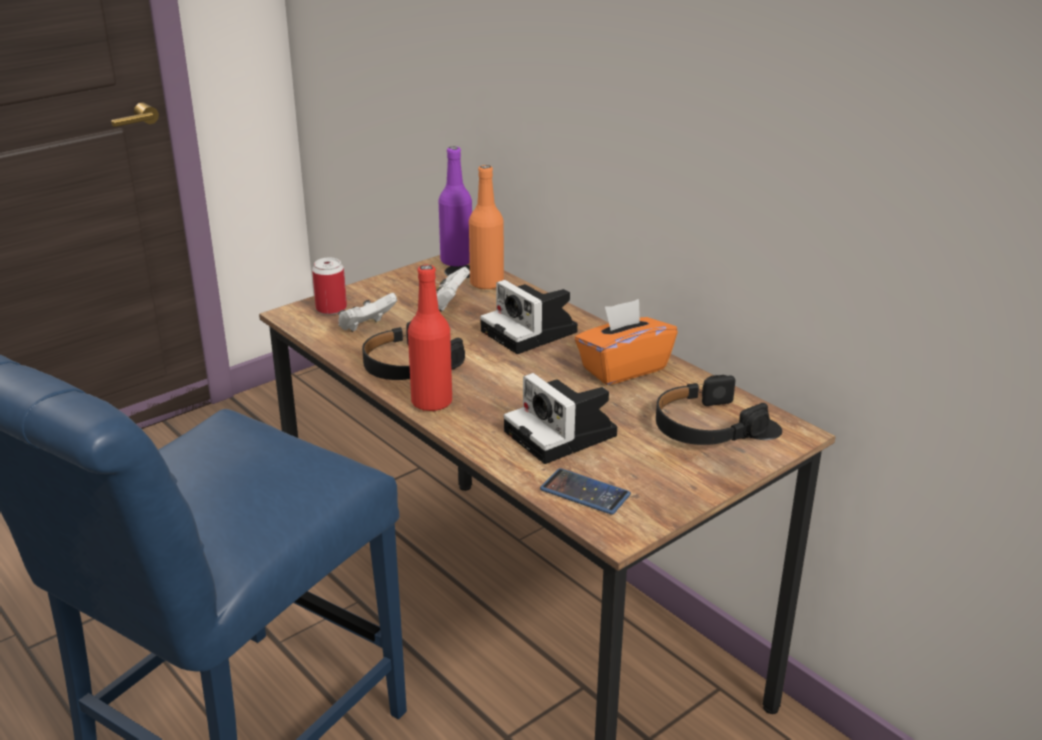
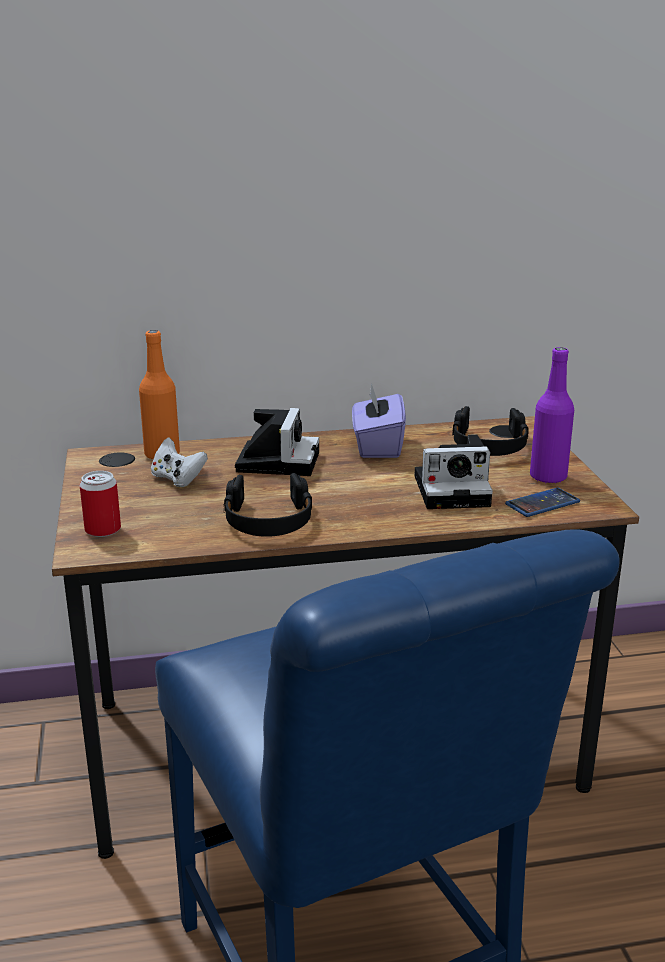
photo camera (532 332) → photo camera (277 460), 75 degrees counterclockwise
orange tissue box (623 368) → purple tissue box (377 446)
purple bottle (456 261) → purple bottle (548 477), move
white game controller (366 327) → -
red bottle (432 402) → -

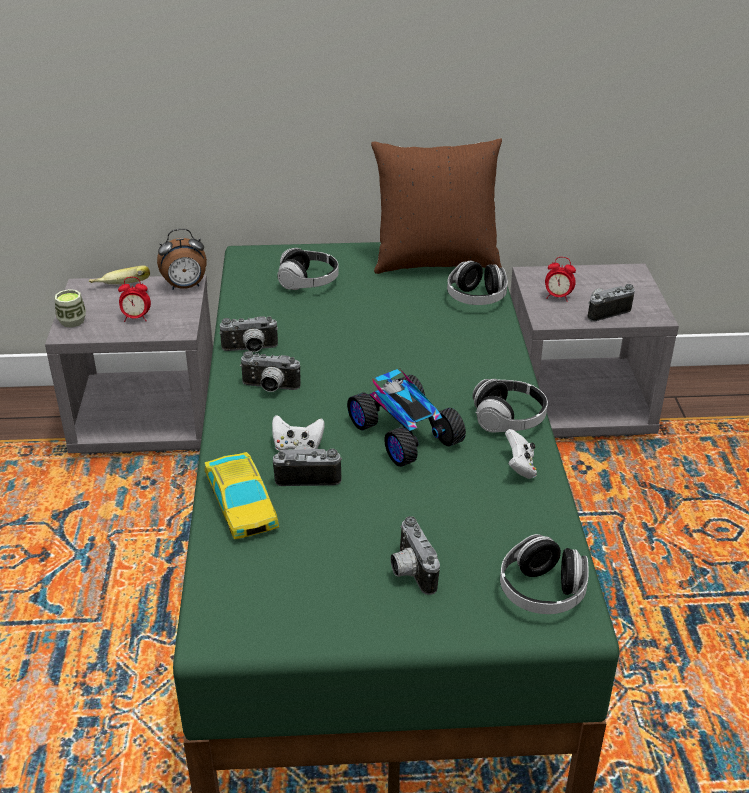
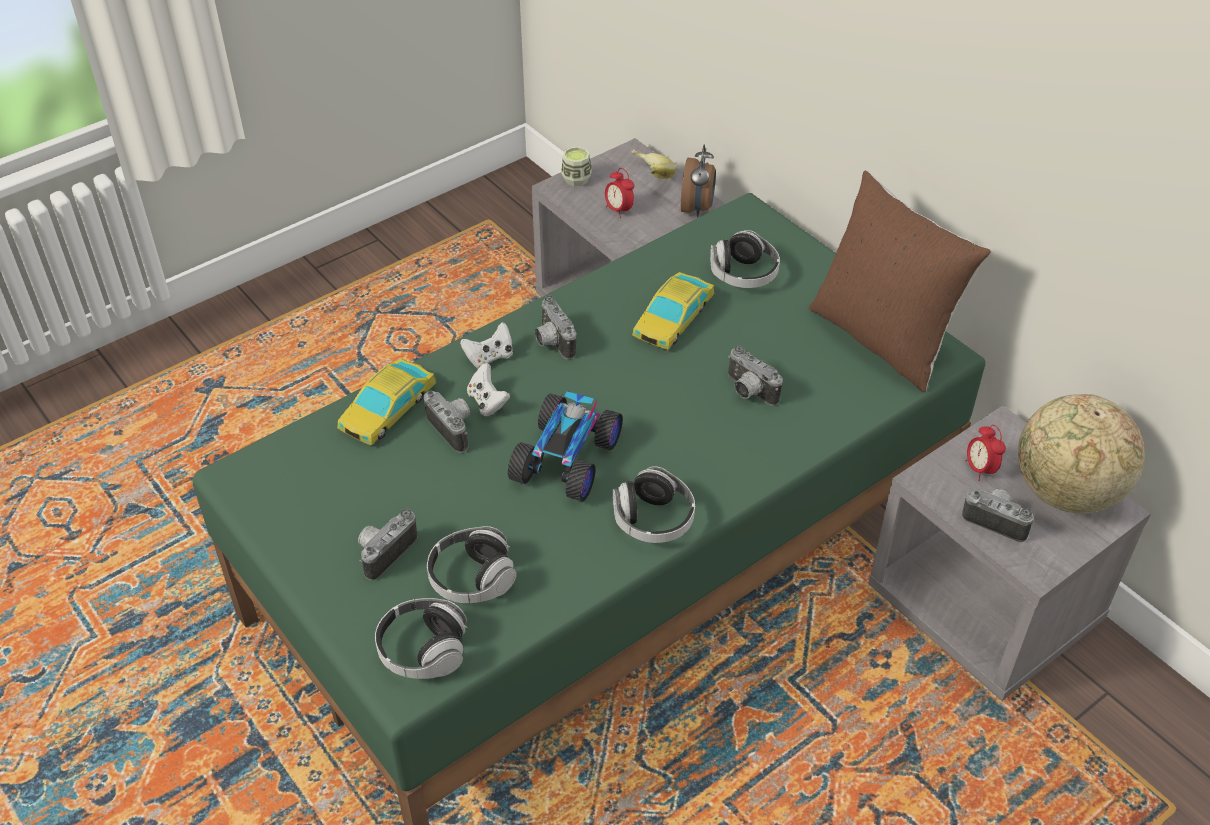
headphones (476 298) → headphones (472 579), move
white game controller (520 467) → white game controller (489 357), move
- → toy car (673 318)
alarm clock (185 287) → alarm clock (697 208), 120 degrees counterclockwise
photo camera (250 350) → photo camera (748 392), move
- → globe (1065 493)

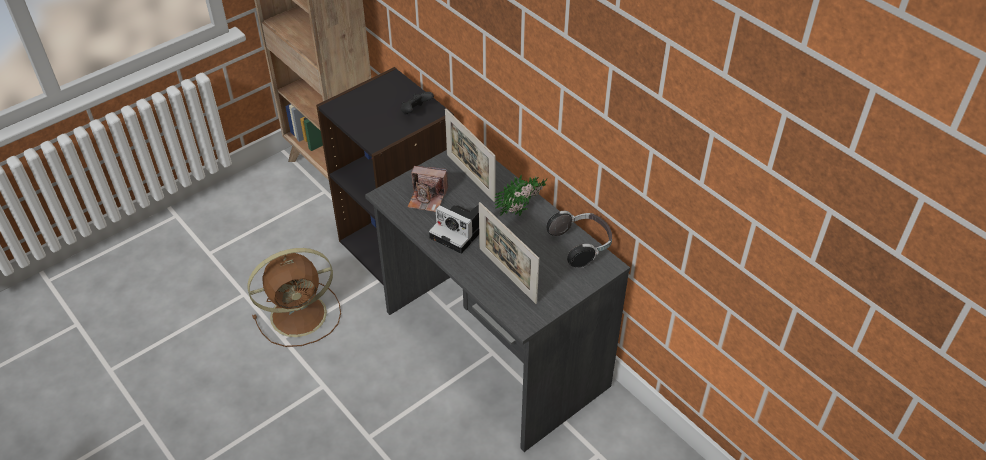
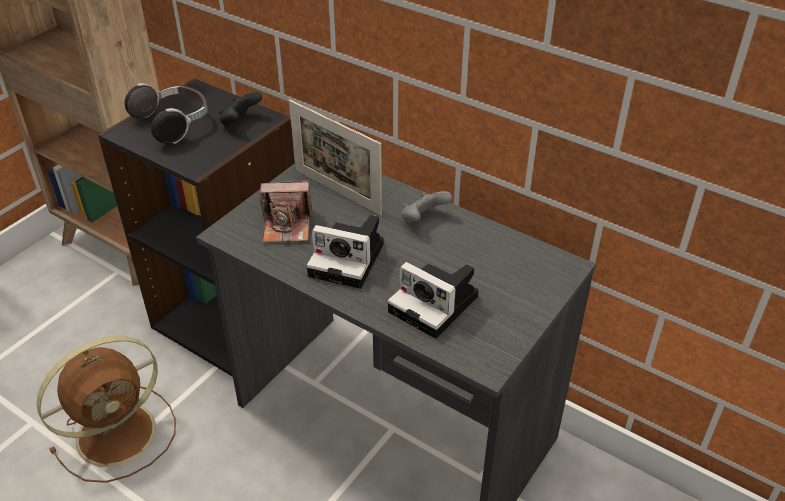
headphones (581 245) → headphones (173 124), move
picture frame (507 275) → photo camera (437 305)
potted plant (522 211) → grey game controller (423 220)

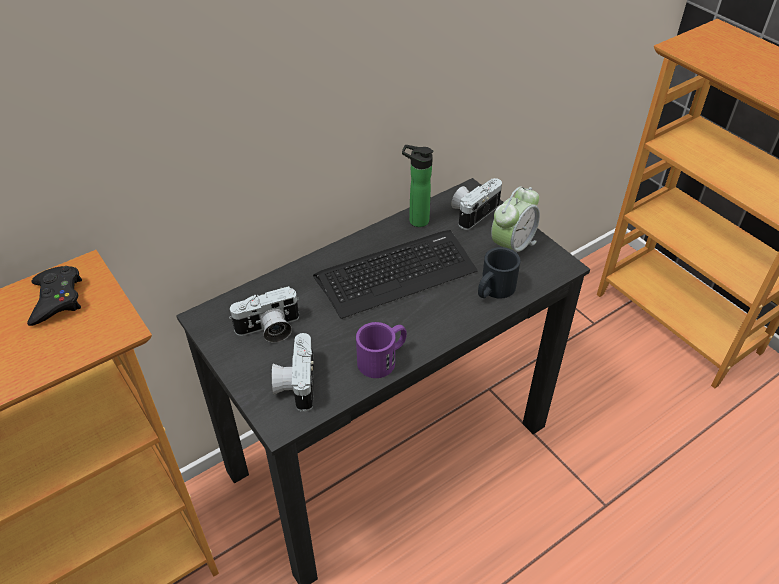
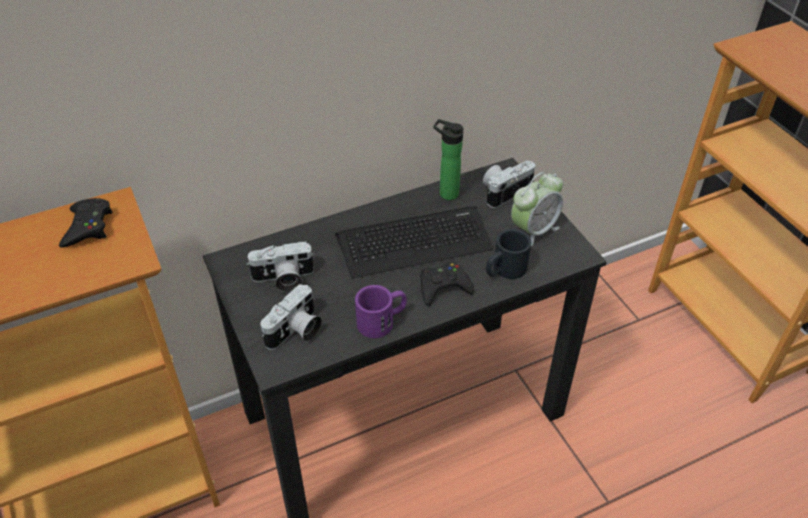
photo camera (295 383) → photo camera (296 332), 150 degrees counterclockwise
- → black game controller (443 287)

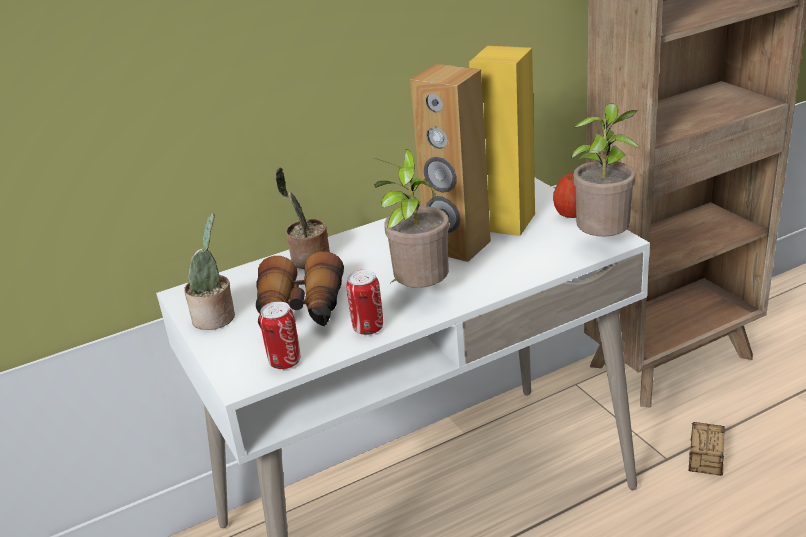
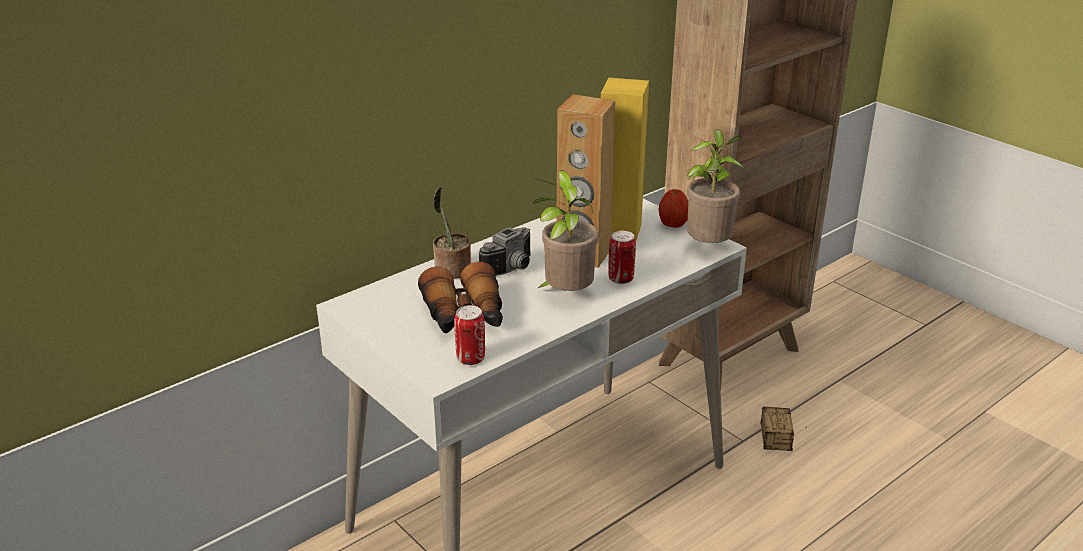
- → photo camera (512 269)
can (368 328) → can (621 279), move
potted plant (216 318) → -

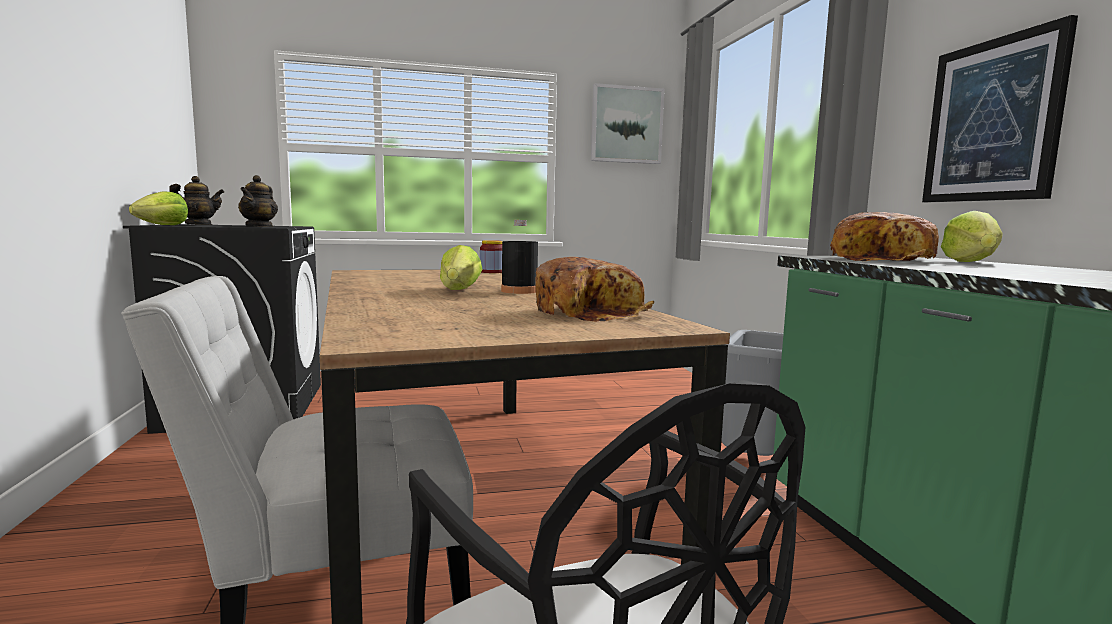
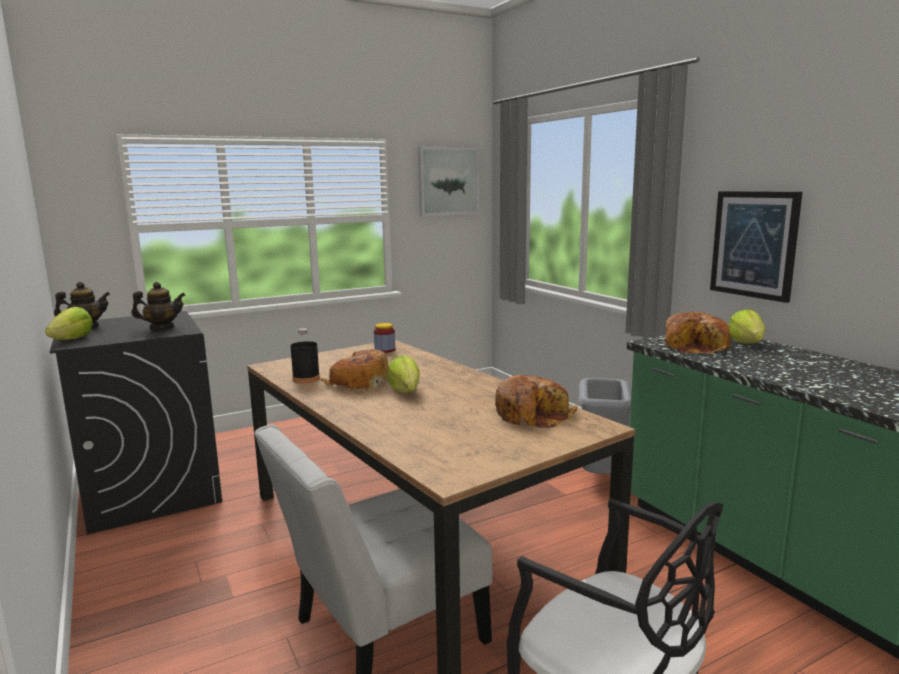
teapot (260 226) → teapot (162 328), 90 degrees counterclockwise
black bottle (519 291) → black bottle (306 379), move
- → bread (358 382)

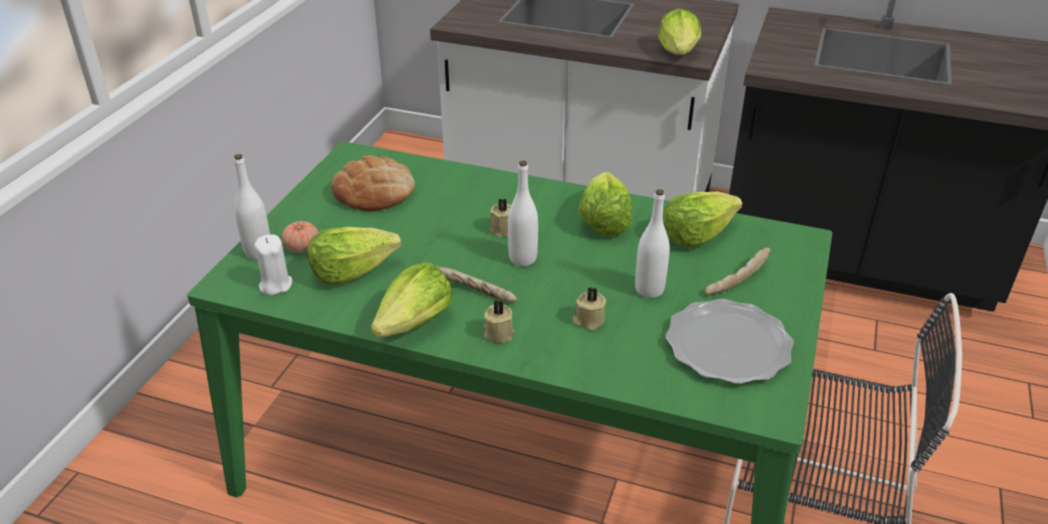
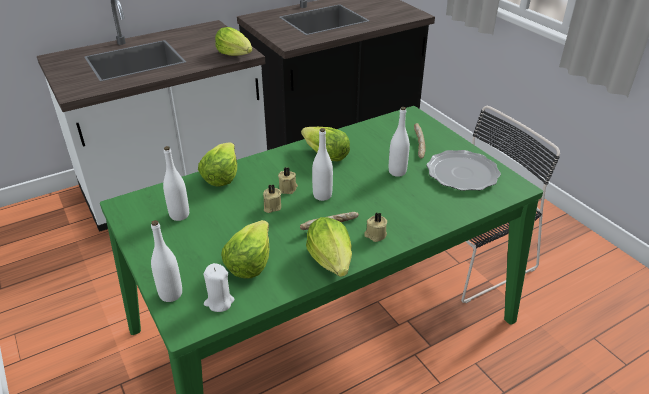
bread (374 192) → white bottle (179 215)
lettuce (696 234) → lettuce (221 176), move
beige candle (588 320) → beige candle (271 207), move
tomato (302 247) → -

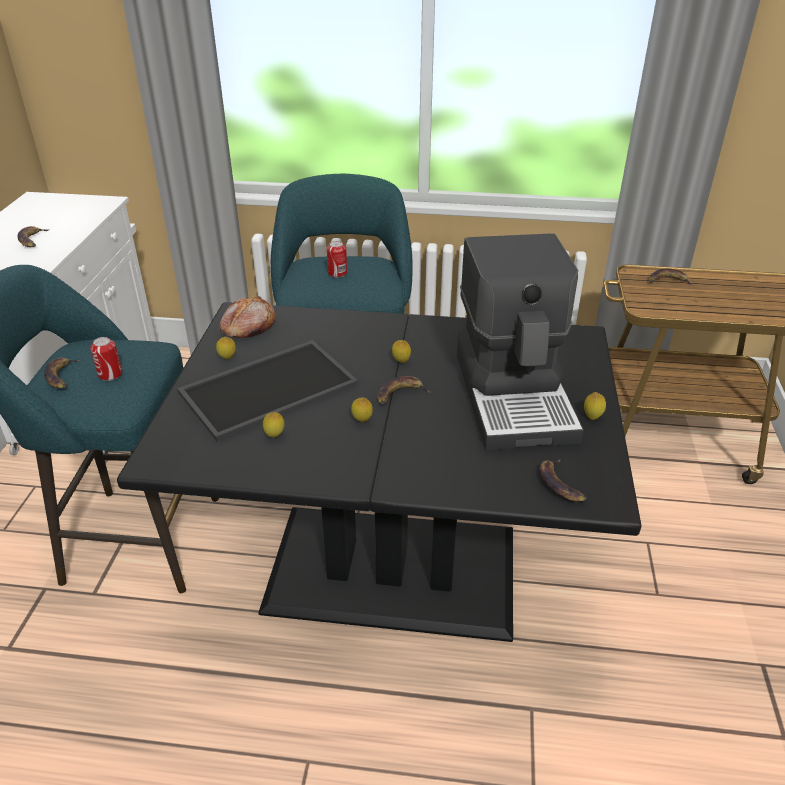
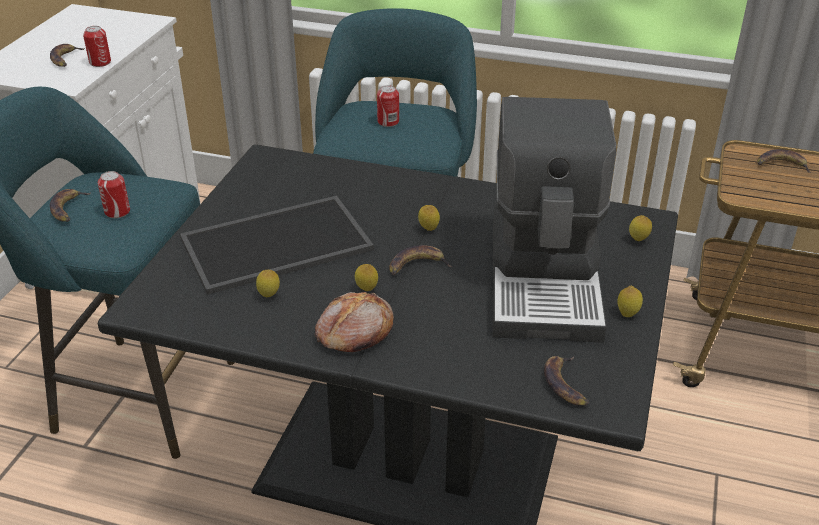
- → can (100 62)
bread (247 327) → bread (354 332), move
lemon (227 359) → lemon (638 240), move

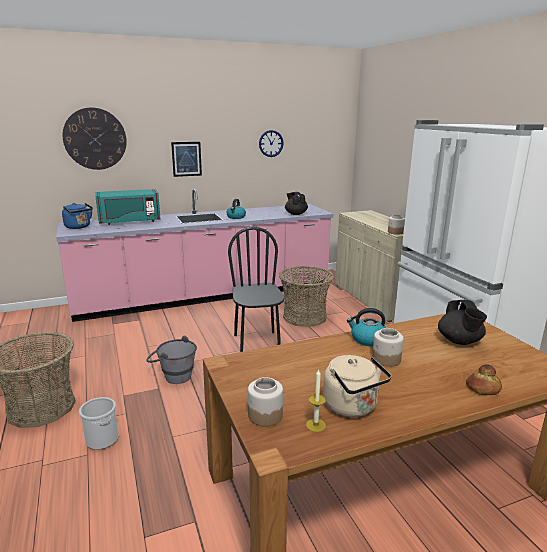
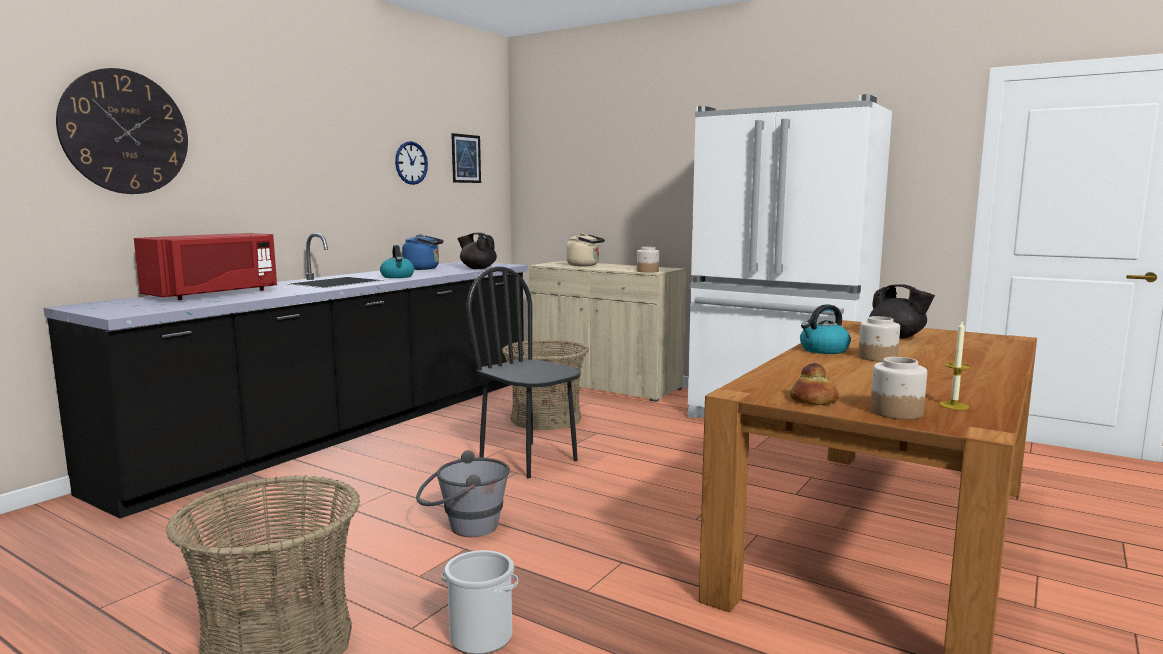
pink counter (206 296) → black counter (350 428)
turquoise microwave (129 221) → red microwave (214 294)
blue kettle (79 227) → blue kettle (424 269), move
picture (186 159) → picture (466 158), move
beige kettle (352 407) → beige kettle (585 265), move
bread (483 388) → bread (814 400), move

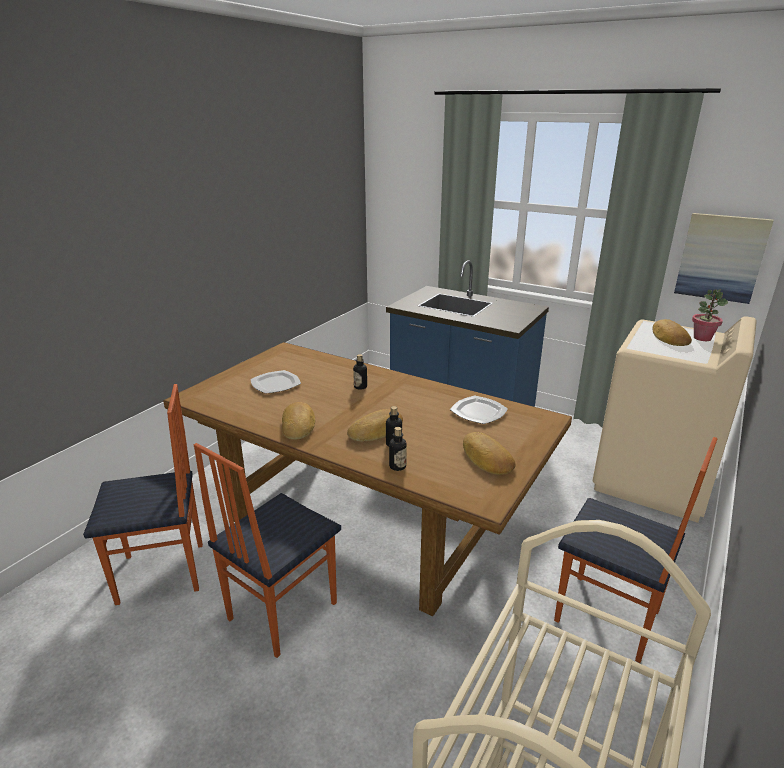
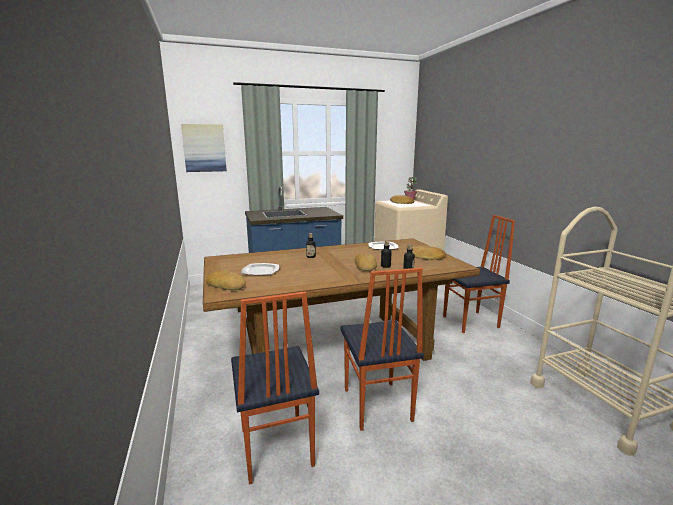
picture (721 257) → picture (204 148), move
bread (299 425) → bread (226 285), move
chair (162 574) → chair (275 448), 135 degrees clockwise

